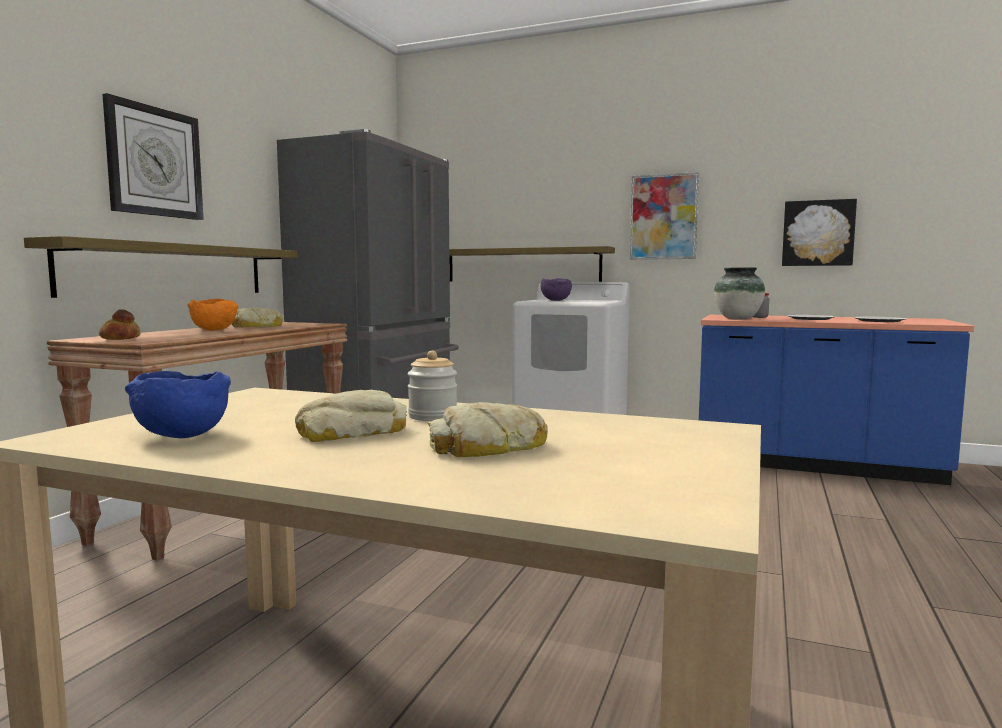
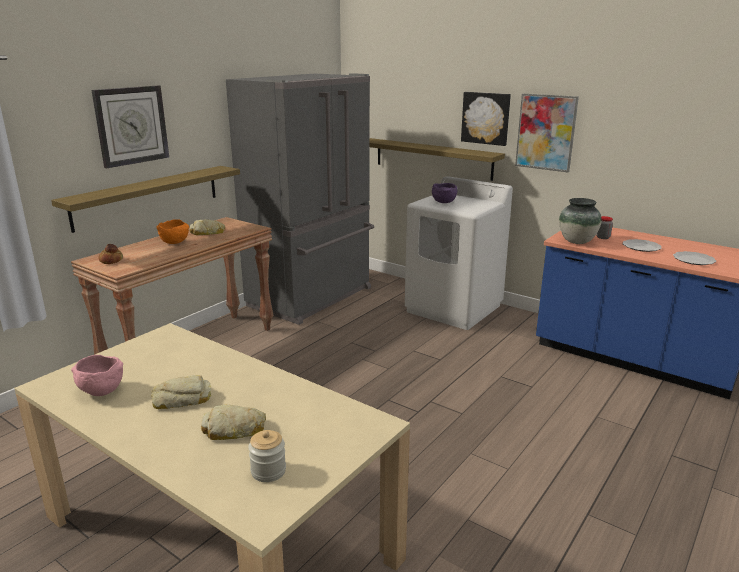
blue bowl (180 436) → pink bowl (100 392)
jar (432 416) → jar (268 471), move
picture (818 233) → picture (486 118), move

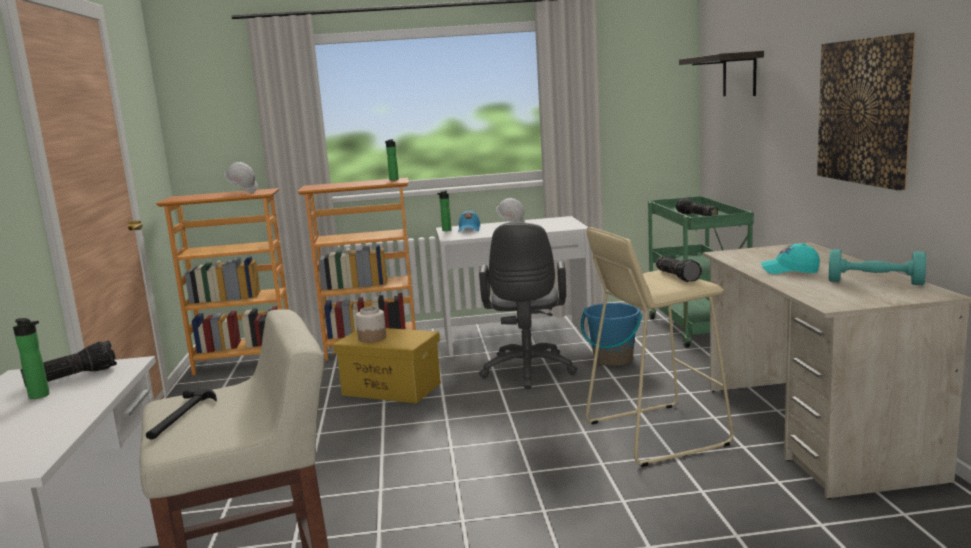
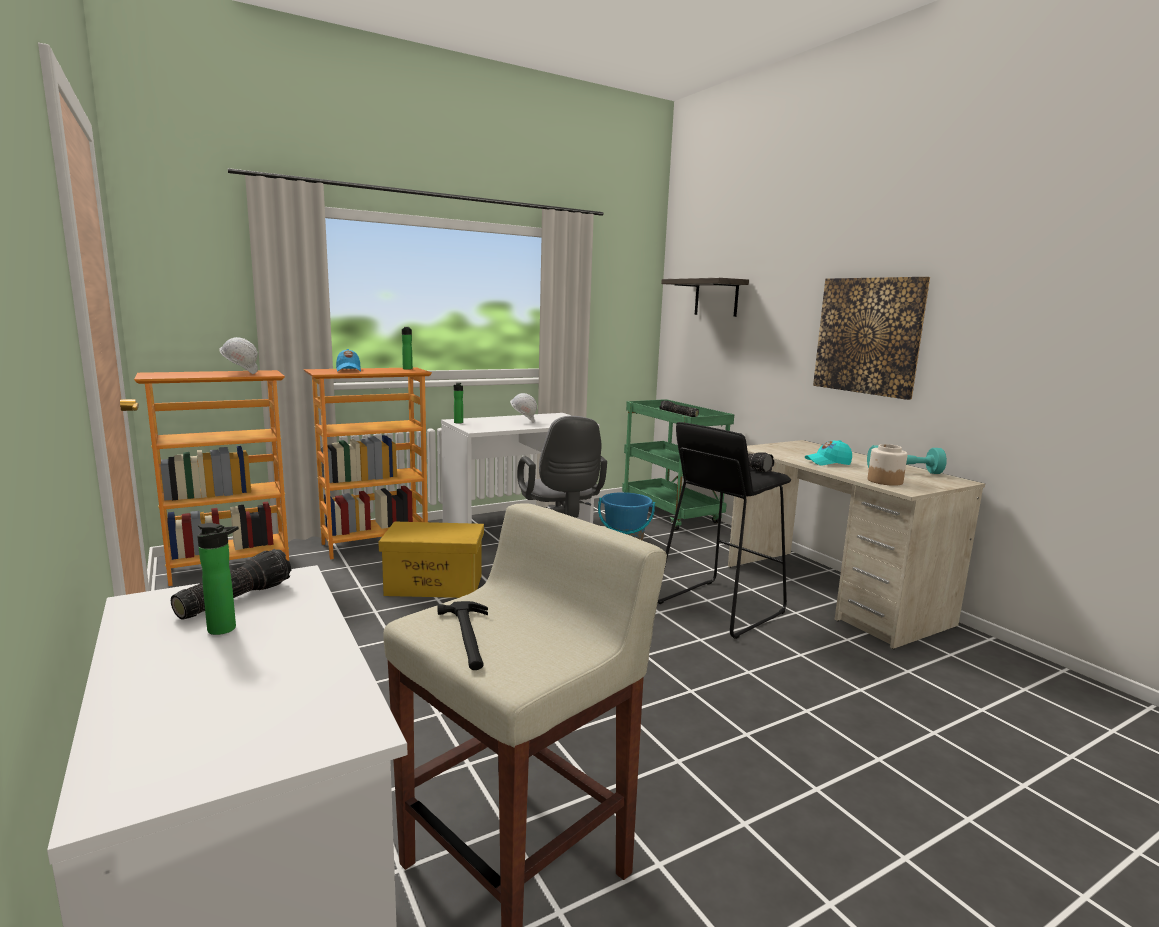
blue cap (469 230) → blue cap (348 370), move
beige stool (655 433) → black stool (719 607)
jar (372 338) → jar (884 481), move

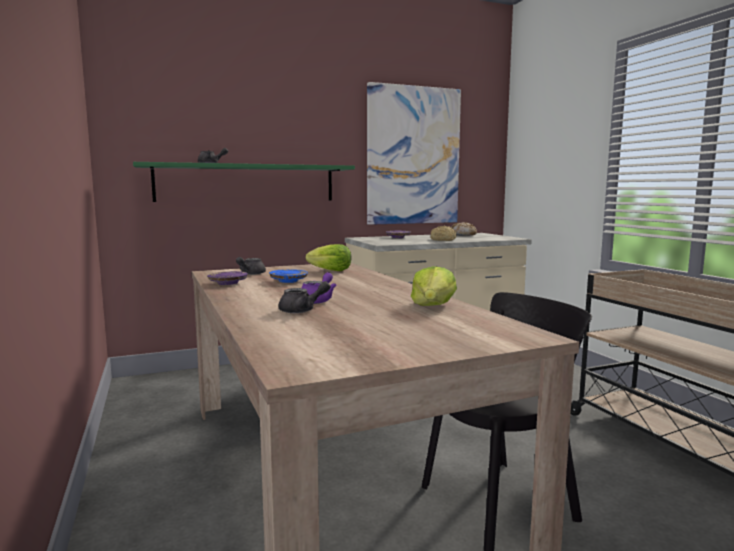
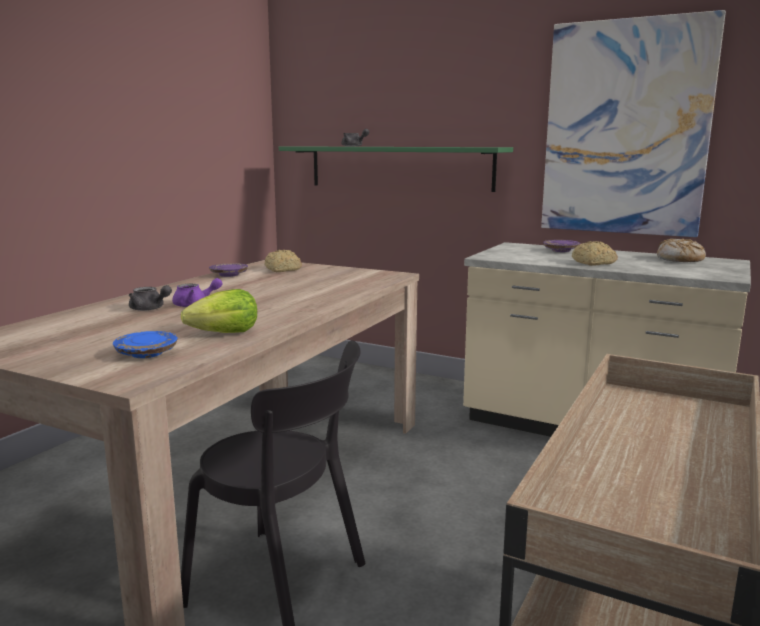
blue plate (288 281) → blue plate (147 353), move
grey teapot (250 274) → bread (282 270)
lettuce (331 271) → -

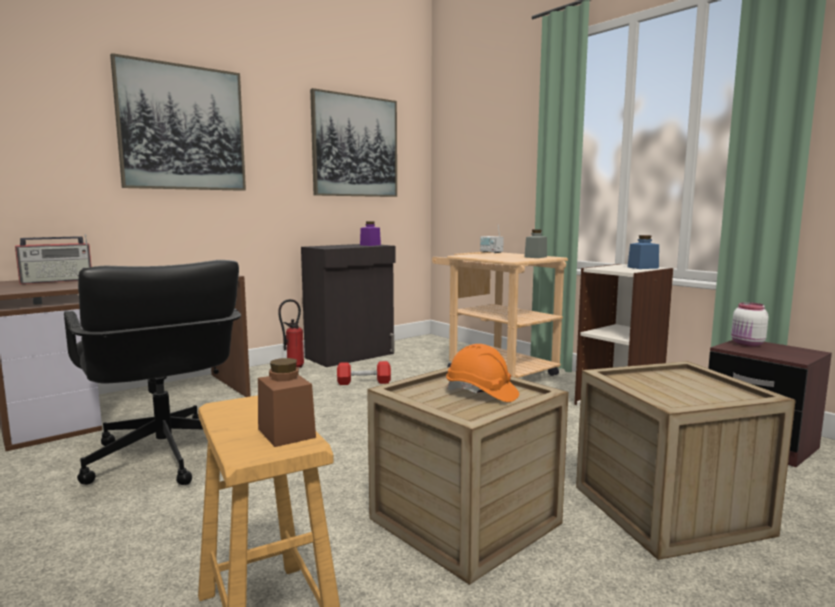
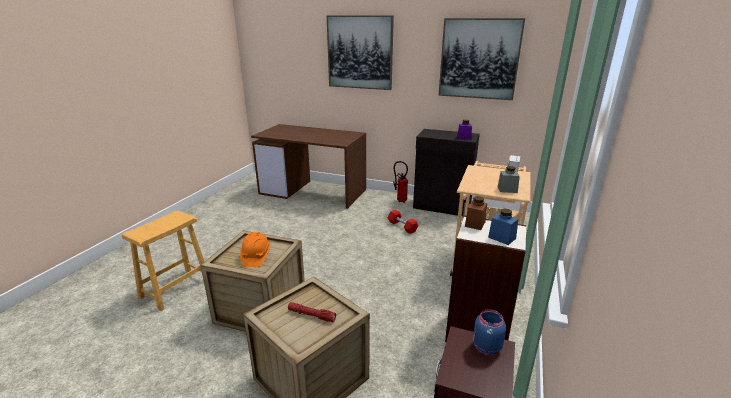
- → red flashlight (311 315)
brown jar (286 433) → brown jar (475 224), move
white jar (747 344) → blue jar (485 347)
radio (57 280) → -
black office chair (164 457) → -

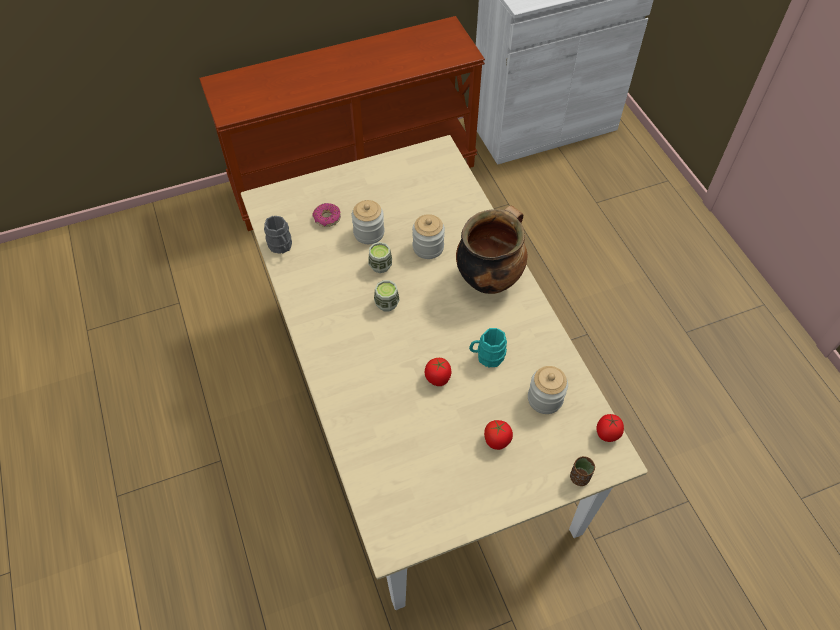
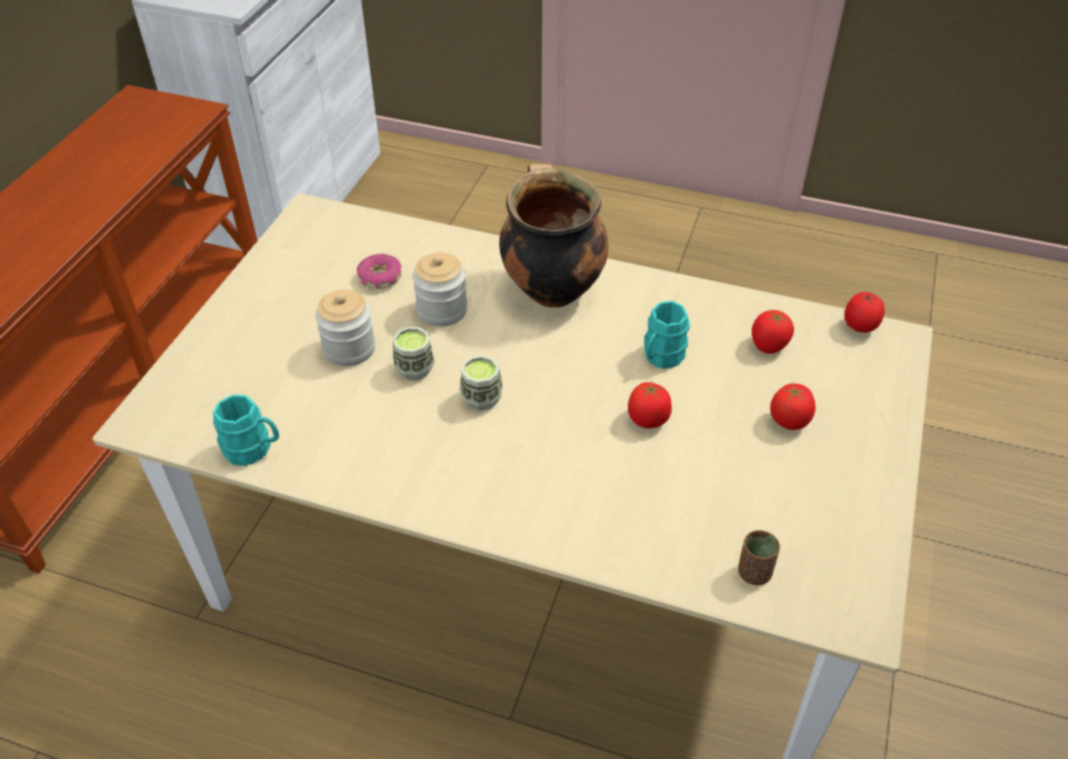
grey mug (281 247) → turquoise mug (253 449)
donut (327 218) → donut (380 278), move
brown cup (579 477) → brown cup (754 573), move
jar (545 399) → tomato (768 346)

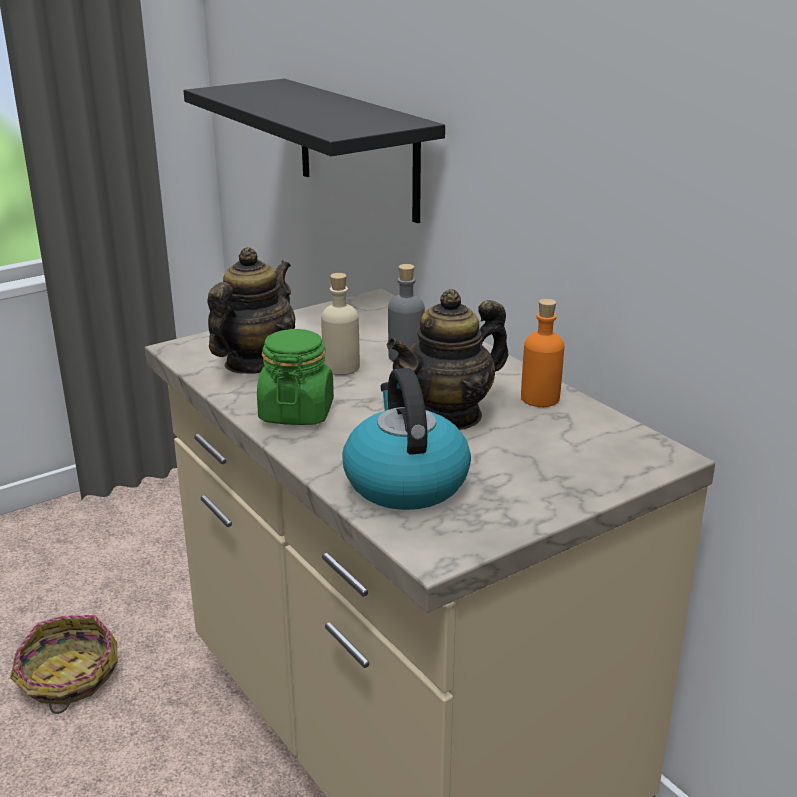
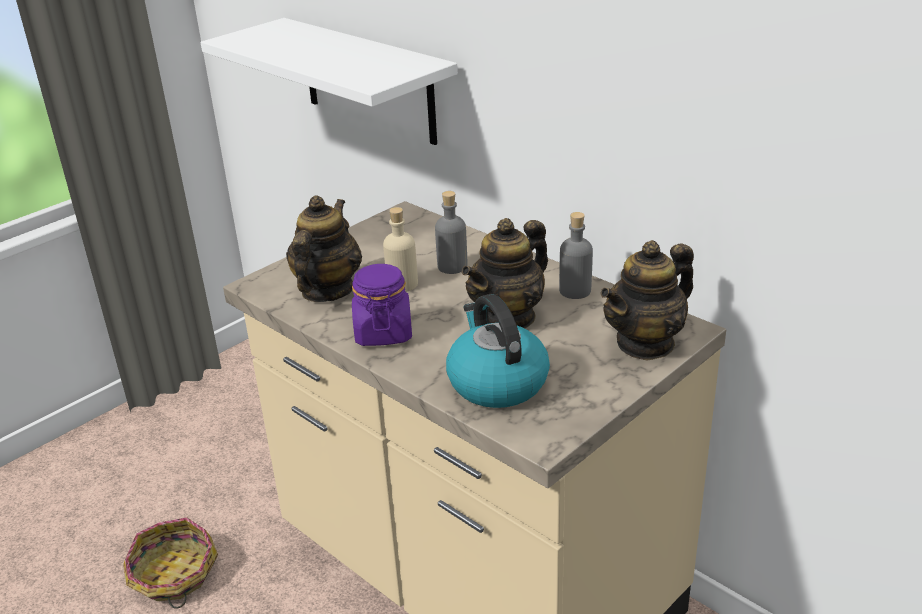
black shelf (357 149) → white shelf (368 81)
green jar (296 412) → purple jar (383 332)
orange bottle (540 398) → grey bottle (575 291)
- → teapot (645 343)

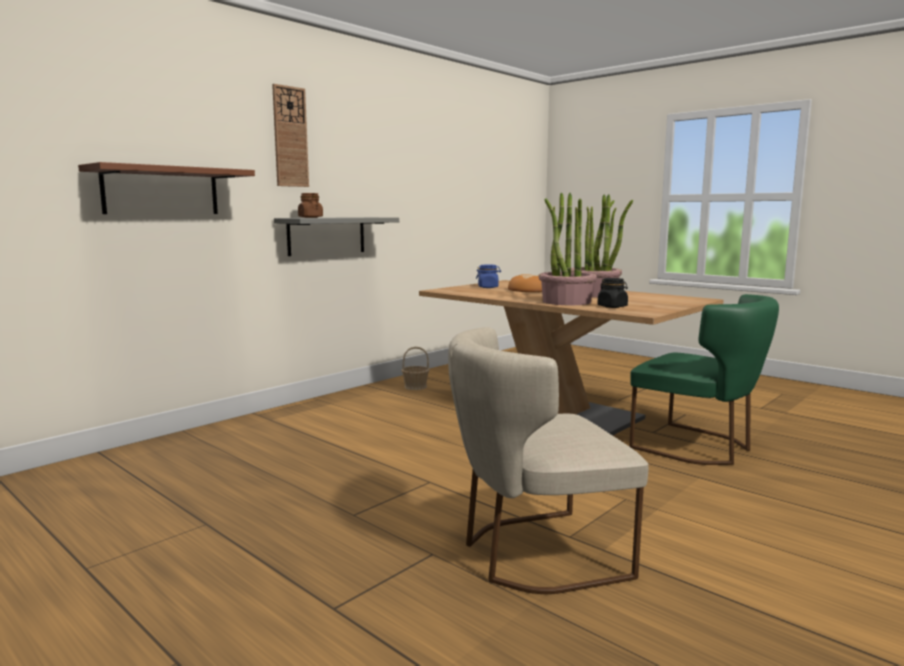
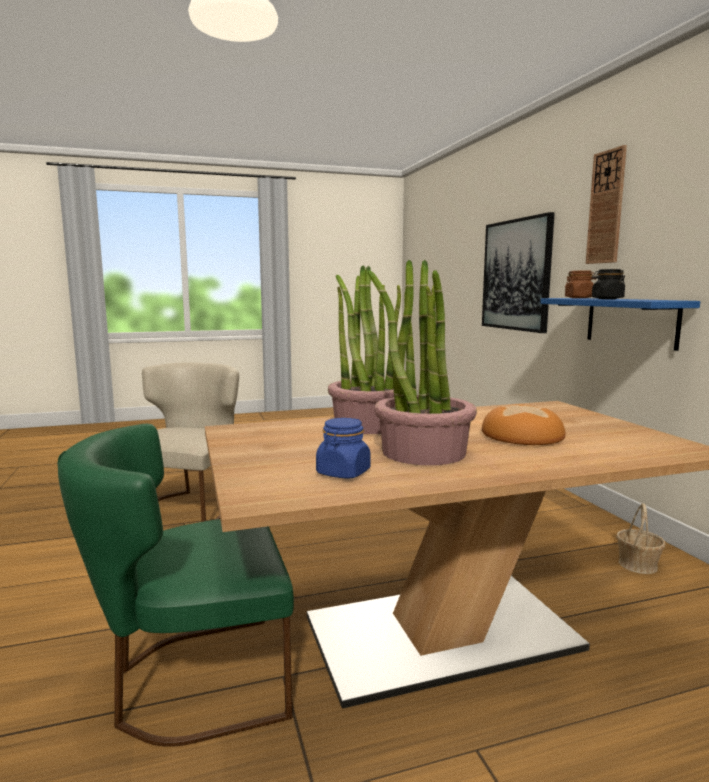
blue jar (488 287) → blue jar (343 473), move
brown shelf (161 191) → picture (516 275)
grey shelf (326 235) → blue shelf (631 322)
black jar (612 306) → black jar (607 299), move

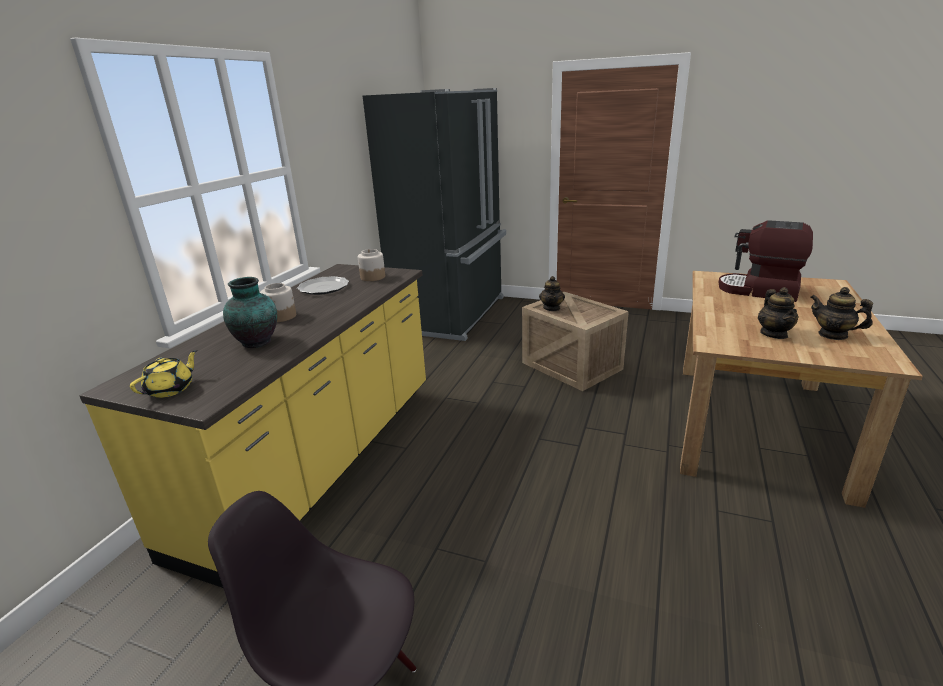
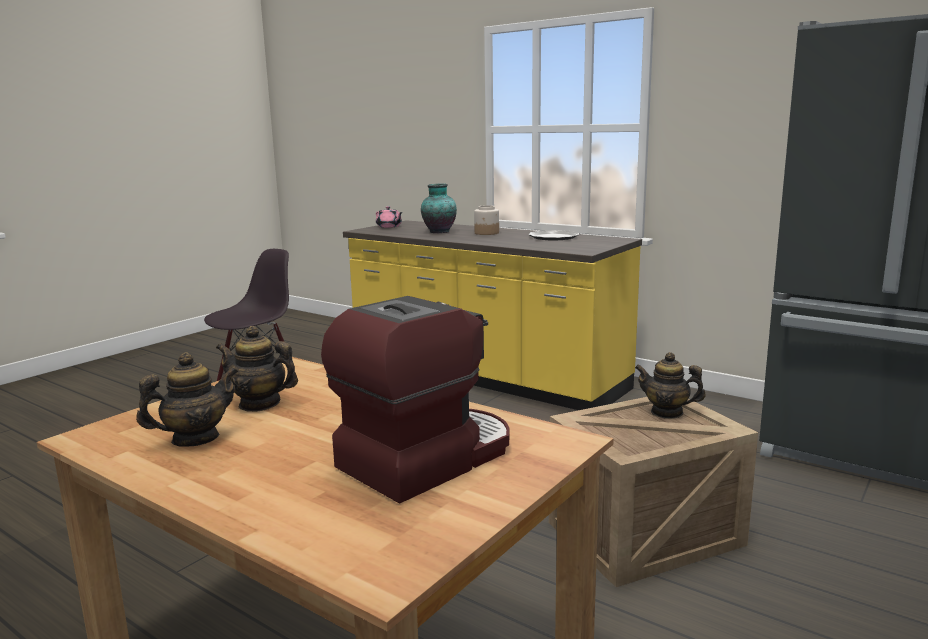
yellow teapot (171 389) → pink teapot (389 226)
jar (372 277) → -

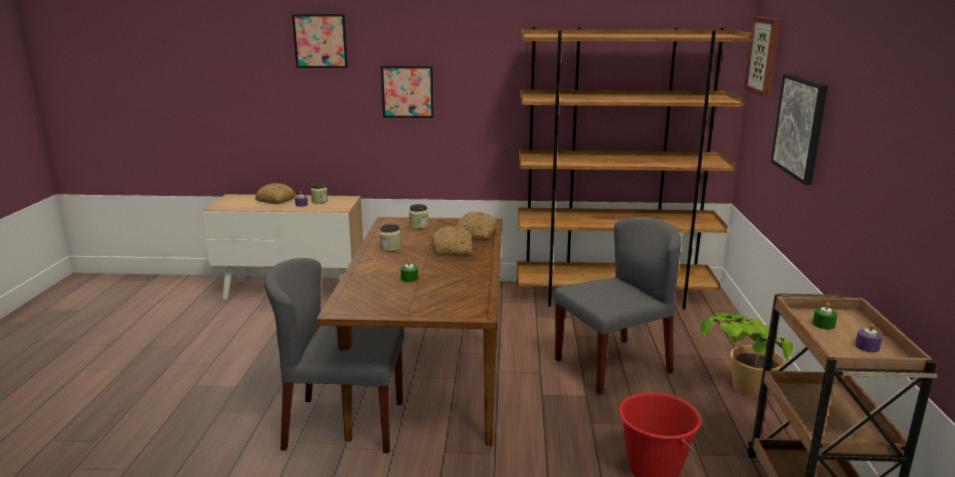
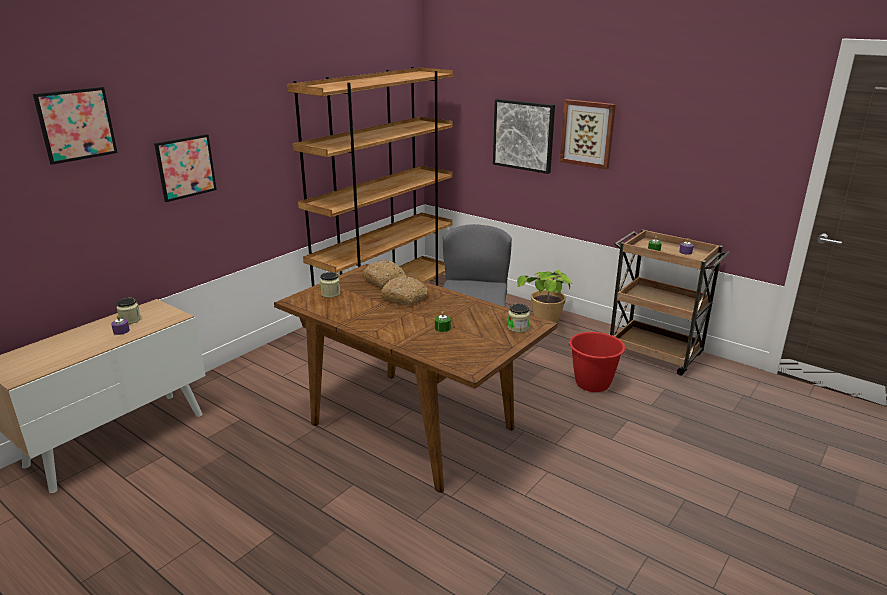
jar (390 248) → jar (518 328), move
picture (764 55) → picture (587 133), move
bread (275 200) → -
grey chair (343 425) → -

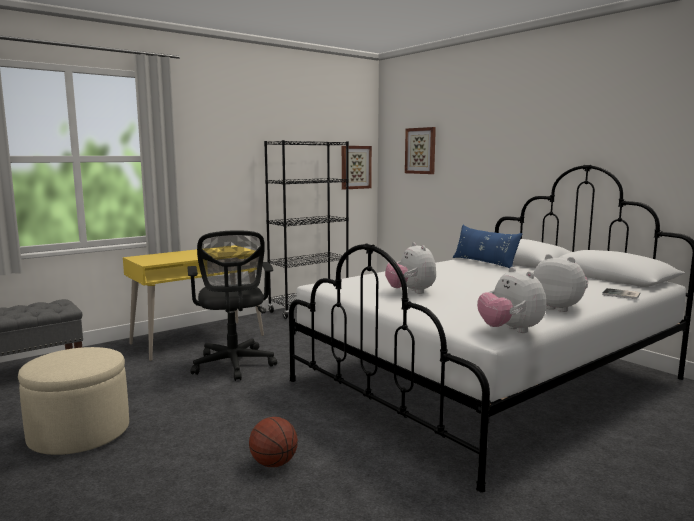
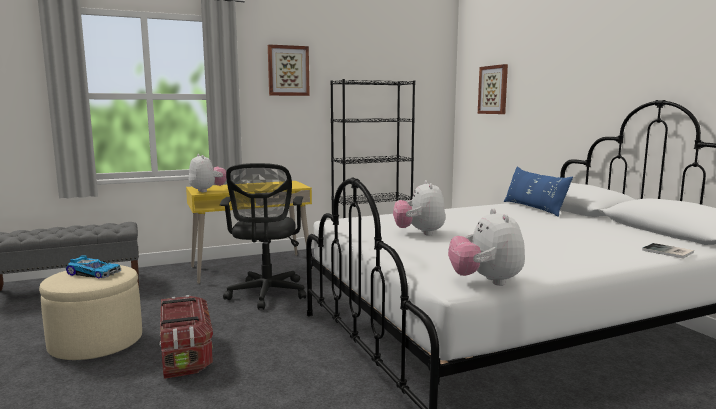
- → toy car (94 273)
- → storage box (186 354)
plush toy (559 308) → plush toy (207 190), move
picture (355 167) → picture (288 70), move
basketball (274 463) → -

